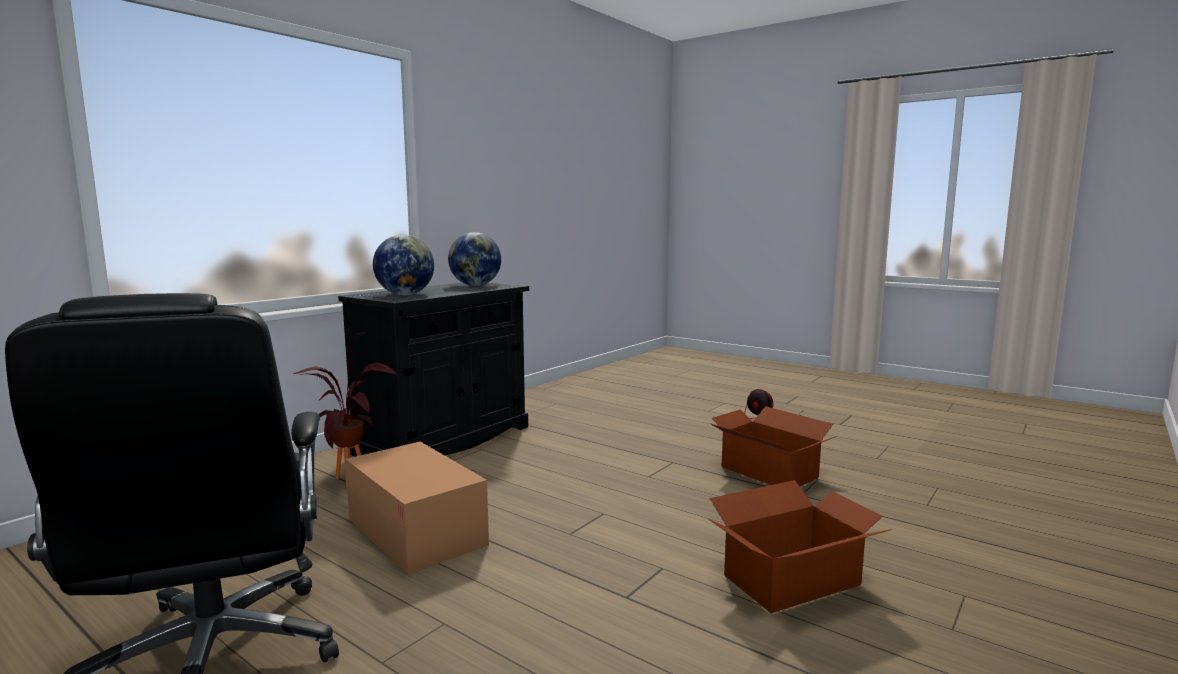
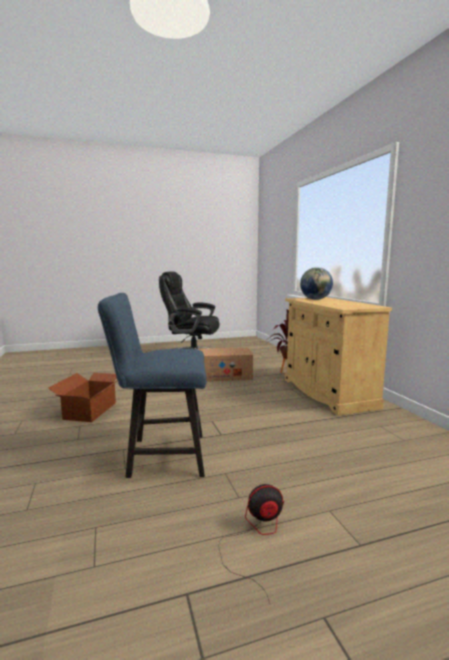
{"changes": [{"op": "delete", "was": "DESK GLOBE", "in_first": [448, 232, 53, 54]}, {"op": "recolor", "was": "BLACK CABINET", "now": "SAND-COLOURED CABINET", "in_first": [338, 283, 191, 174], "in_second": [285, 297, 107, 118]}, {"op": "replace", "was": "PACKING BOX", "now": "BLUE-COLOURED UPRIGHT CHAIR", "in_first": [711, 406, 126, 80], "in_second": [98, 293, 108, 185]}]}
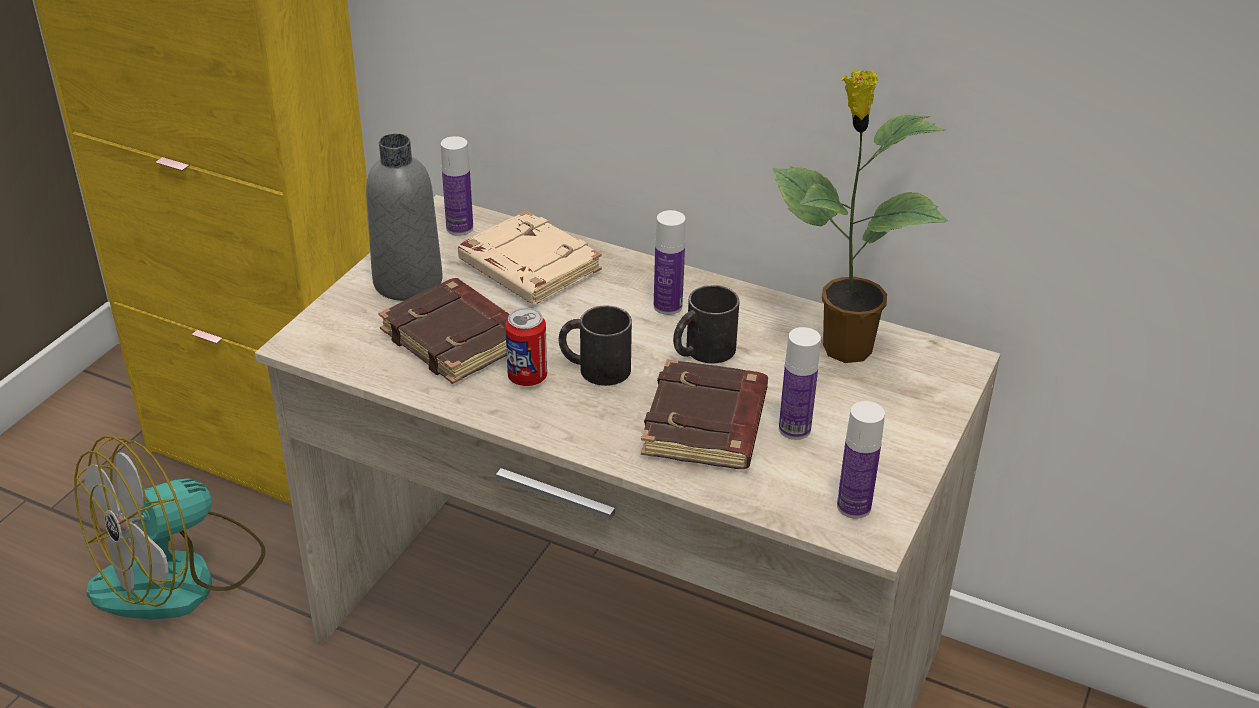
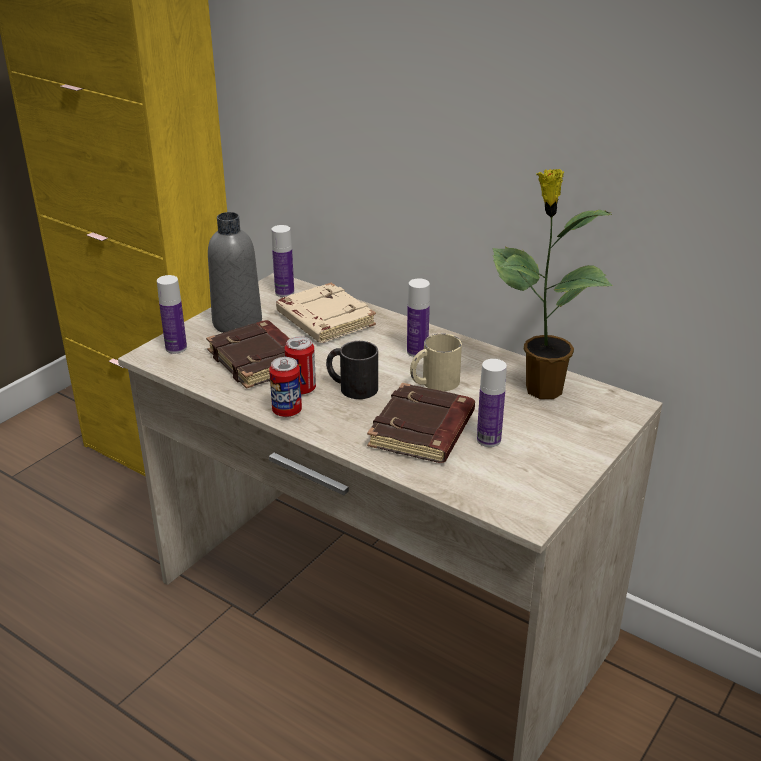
{"changes": [{"op": "recolor", "was": "BLACK COFFEE MUG", "now": "SAND-COLOURED COFFEE MUG", "in_first": [673, 285, 66, 79], "in_second": [410, 333, 52, 58]}, {"op": "move", "was": "DRINK BOTTLE", "in_first": [837, 401, 48, 118], "in_second": [157, 275, 30, 79]}, {"op": "delete", "was": "COOLING FAN", "in_first": [74, 436, 192, 184]}, {"op": "insert", "now": "METAL CAN", "in_second": [269, 357, 33, 60]}]}
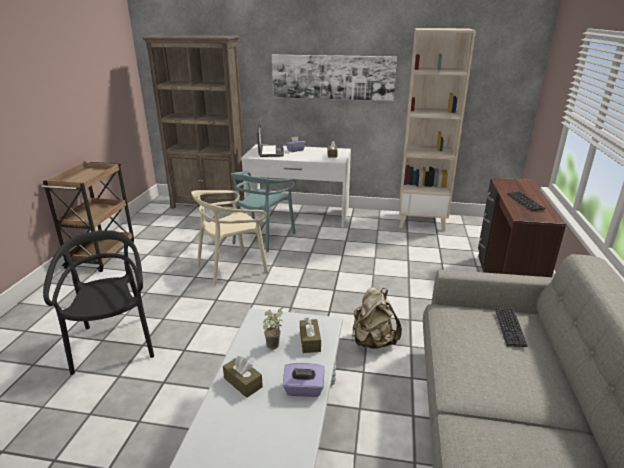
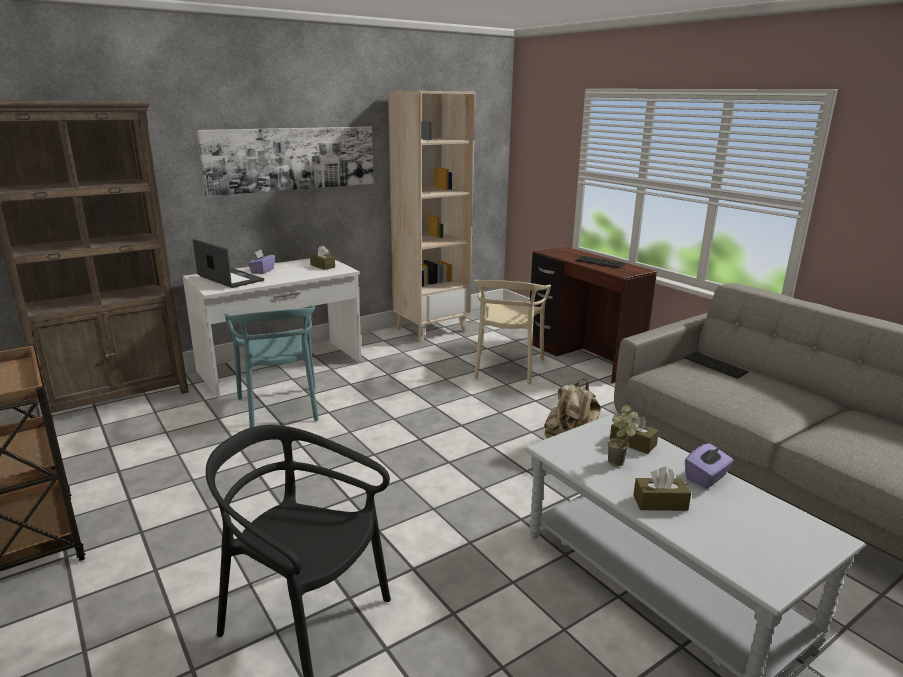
{"changes": [{"op": "move", "was": "SAND-COLOURED UPRIGHT CHAIR", "in_first": [191, 190, 77, 96], "in_second": [474, 280, 77, 104]}]}
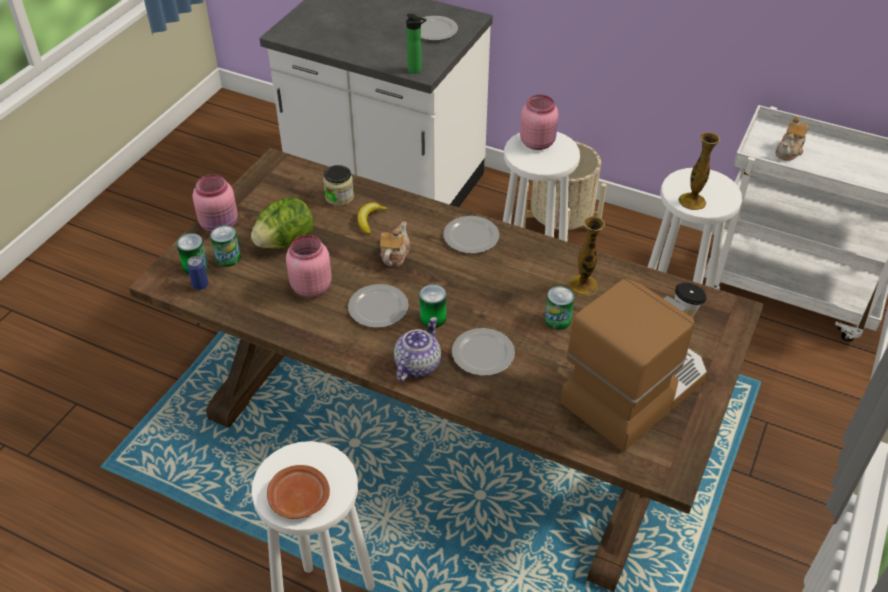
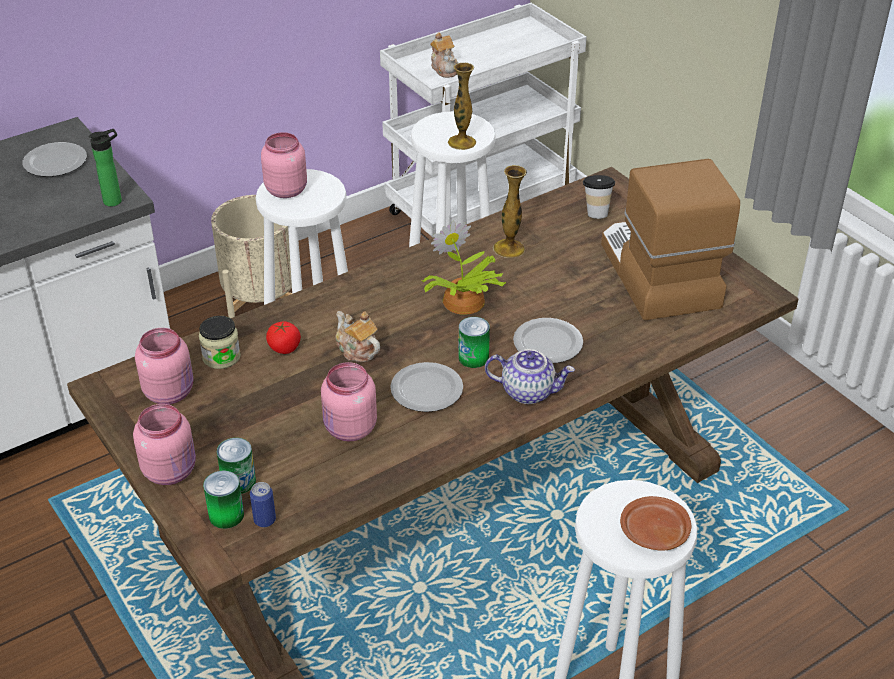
{"changes": [{"op": "delete", "was": "LETTUCE HEAD", "in_first": [251, 197, 63, 52]}, {"op": "replace", "was": "BANANA FRUIT", "now": "WHOLE TOMATO", "in_first": [357, 202, 32, 33], "in_second": [266, 321, 35, 33]}, {"op": "delete", "was": "PLATE", "in_first": [443, 216, 56, 38]}, {"op": "delete", "was": "METAL CAN", "in_first": [545, 286, 29, 44]}, {"op": "rotate", "was": "TEA POT", "in_first": [394, 317, 47, 65], "in_second": [485, 349, 90, 55], "clockwise": 135}, {"op": "insert", "now": "PLANT IN A POT", "in_second": [421, 221, 85, 94]}, {"op": "insert", "now": "PINK STORAGE JAR", "in_second": [135, 328, 58, 76]}]}
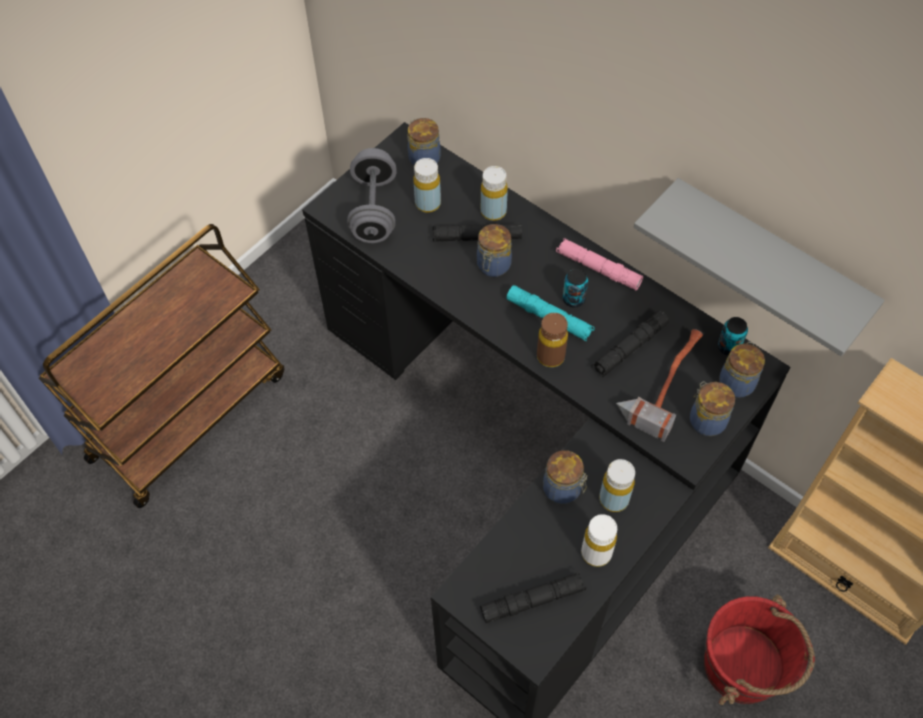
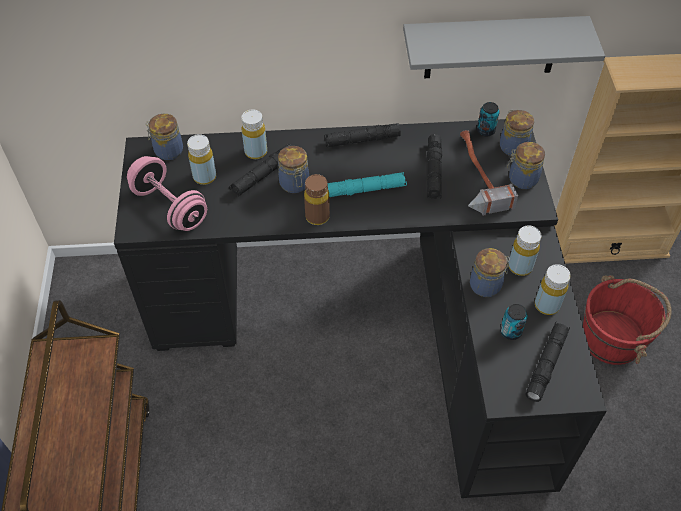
{"changes": [{"op": "recolor", "was": "GREY HAND WEIGHT", "now": "PINK HAND WEIGHT", "in_first": [347, 148, 50, 95], "in_second": [127, 156, 80, 75]}, {"op": "recolor", "was": "PINK FLASHLIGHT", "now": "BLACK FLASHLIGHT", "in_first": [556, 238, 87, 52], "in_second": [324, 123, 77, 24]}, {"op": "move", "was": "METAL CAN", "in_first": [563, 269, 25, 38], "in_second": [500, 304, 28, 36]}, {"op": "move", "was": "BROWNISH DRINK BOTTLE", "in_first": [537, 313, 31, 54], "in_second": [304, 174, 26, 51]}, {"op": "recolor", "was": "WHITISH DRINK BOTTLE", "now": "YELLOW-COLOURED DRINK BOTTLE", "in_first": [581, 514, 36, 53], "in_second": [535, 264, 36, 51]}]}
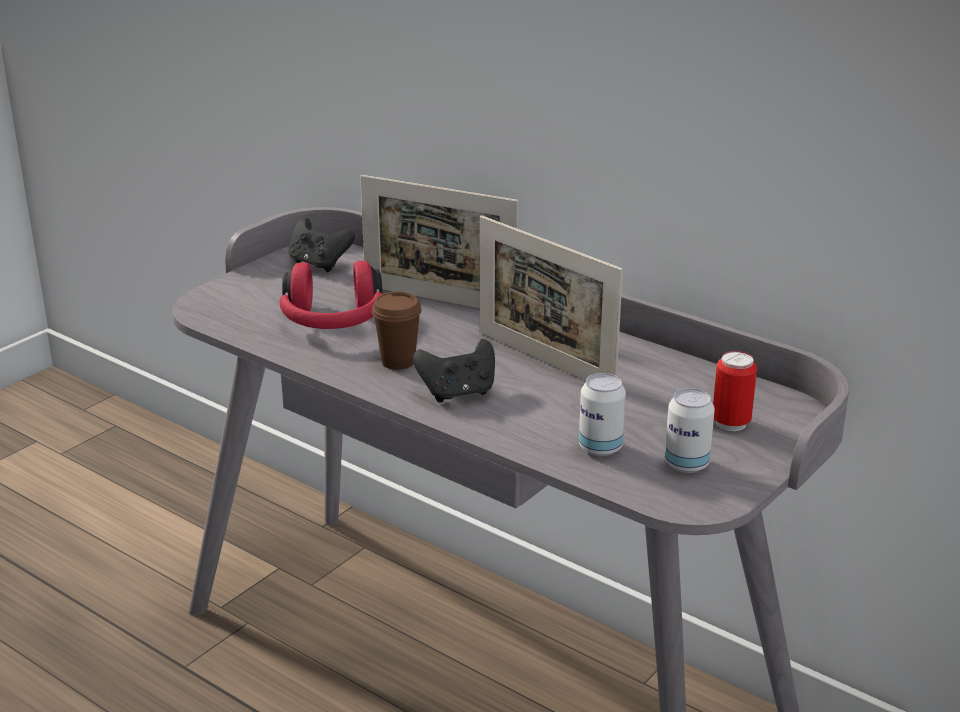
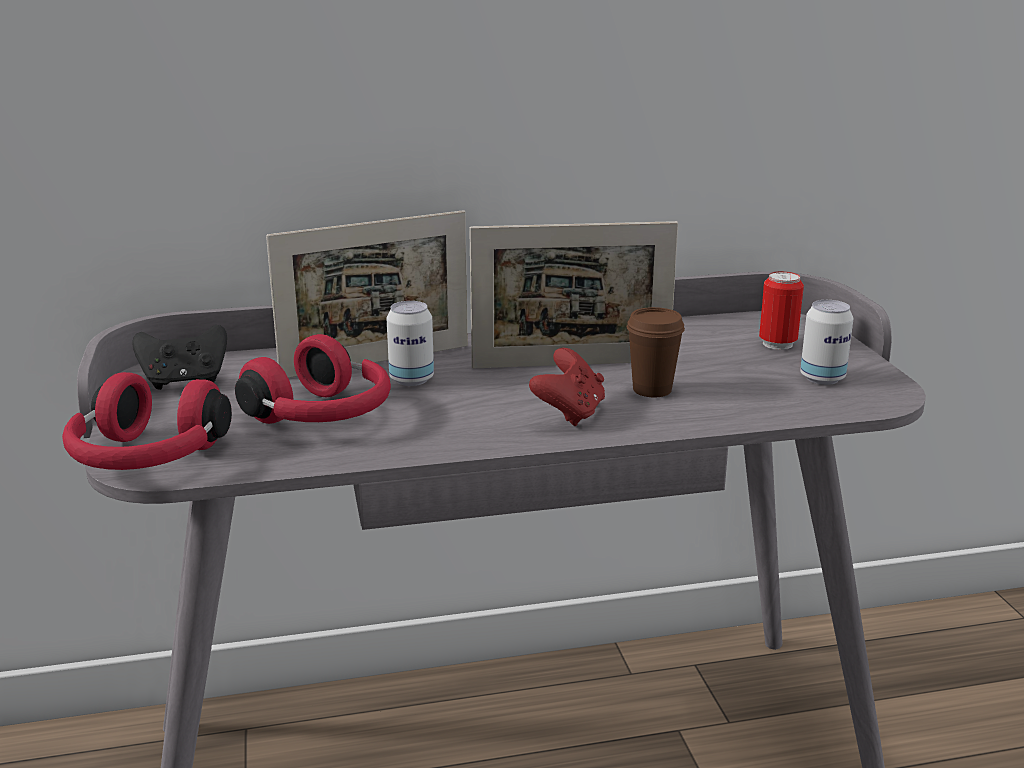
{"changes": [{"op": "move", "was": "BROWNISH SMALL CUP", "in_first": [372, 292, 50, 78], "in_second": [627, 307, 58, 90]}, {"op": "recolor", "was": "BLACK GAMEPAD", "now": "RED GAMEPAD", "in_first": [413, 339, 82, 64], "in_second": [529, 348, 76, 78]}, {"op": "move", "was": "METAL CAN", "in_first": [579, 373, 47, 83], "in_second": [387, 301, 47, 85]}, {"op": "insert", "now": "RED PAIR OF HEADPHONES", "in_second": [62, 372, 170, 98]}]}
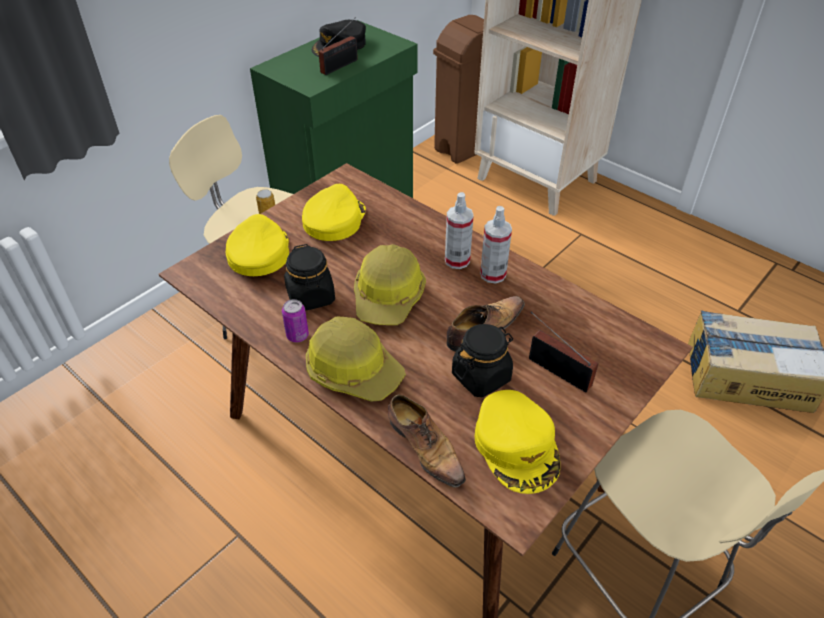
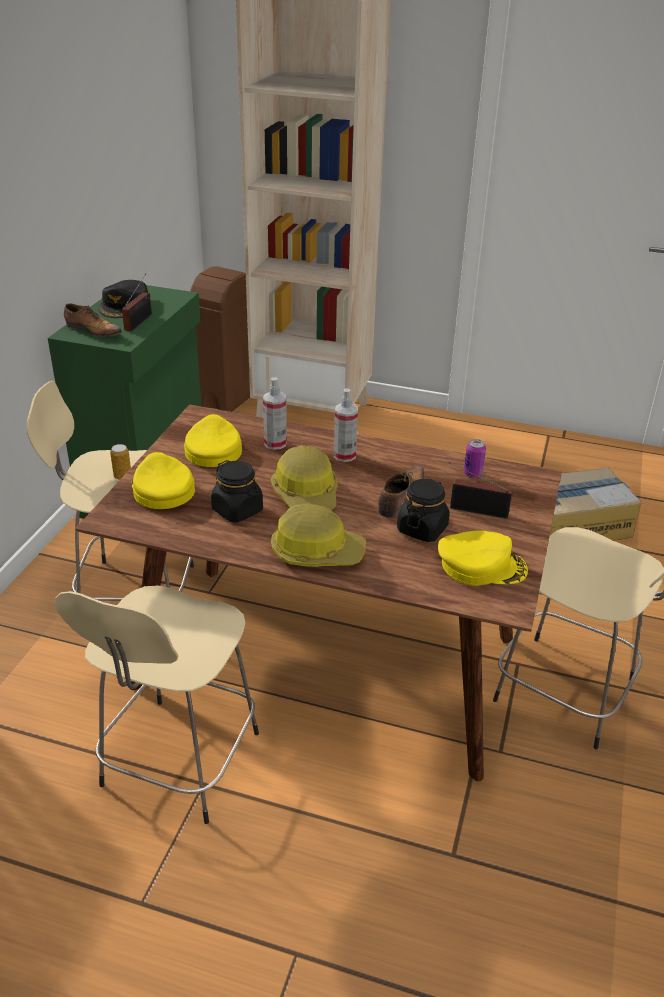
{"changes": [{"op": "move", "was": "SPRAY BOTTLE", "in_first": [480, 206, 32, 78], "in_second": [263, 377, 24, 73]}, {"op": "move", "was": "METAL CAN", "in_first": [282, 299, 27, 43], "in_second": [464, 439, 22, 39]}, {"op": "rotate", "was": "YELLOW-COLOURED BASEBALL CAP", "in_first": [475, 390, 85, 104], "in_second": [438, 530, 90, 56], "clockwise": -45}, {"op": "move", "was": "ITEM OF FOOTWEAR", "in_first": [388, 395, 78, 92], "in_second": [64, 303, 58, 34]}, {"op": "insert", "now": "SAND-COLOURED STOOL SEAT", "in_second": [55, 585, 204, 239]}]}
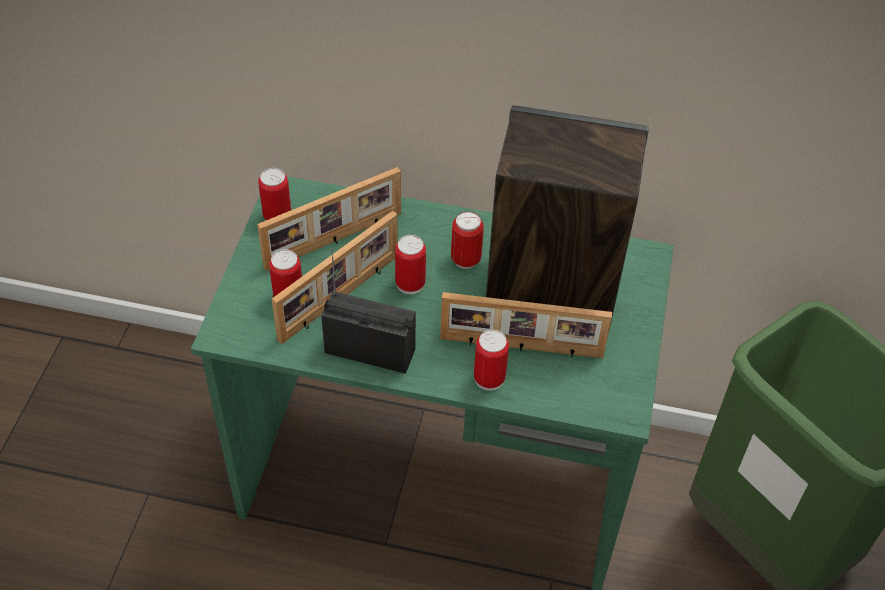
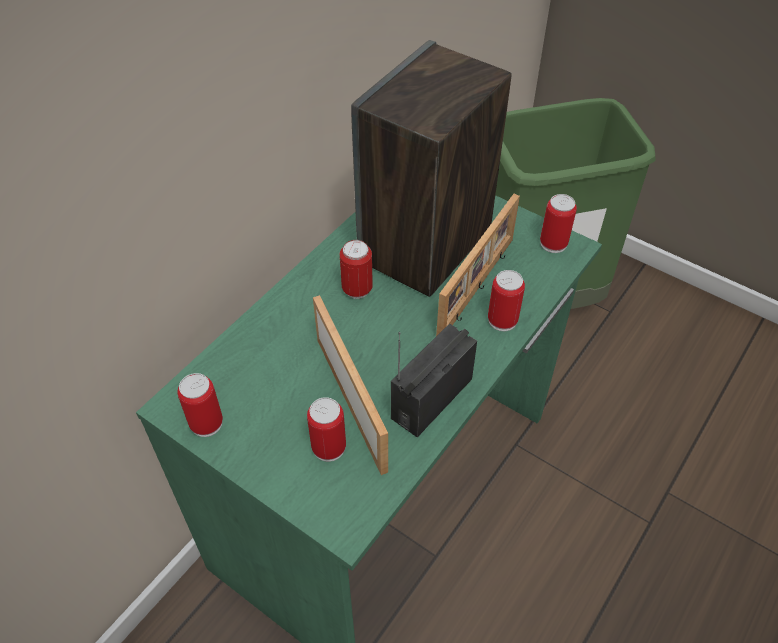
{"changes": [{"op": "delete", "was": "PICTURE FRAME", "in_first": [257, 167, 144, 104]}, {"op": "move", "was": "METAL CAN", "in_first": [395, 235, 31, 59], "in_second": [540, 194, 37, 59]}]}
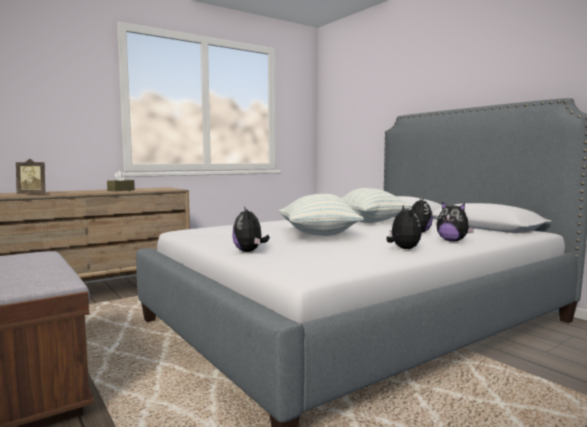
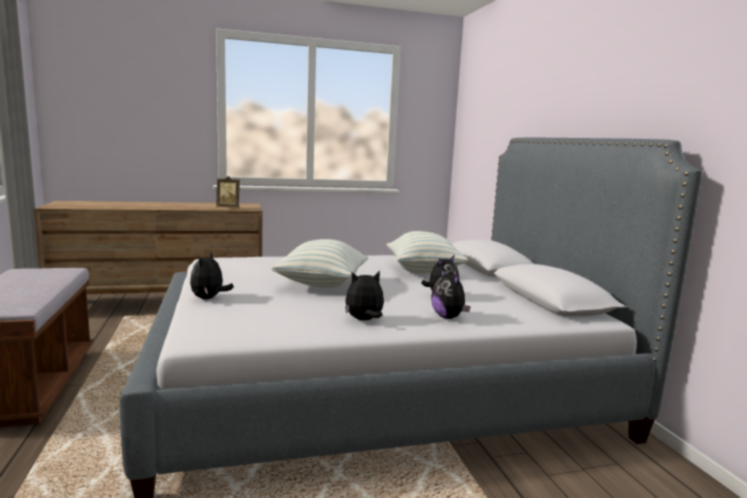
{"changes": [{"op": "move", "was": "PICTURE FRAME", "in_first": [16, 159, 29, 35], "in_second": [216, 176, 24, 32]}, {"op": "delete", "was": "BROWNISH TISSUE HOLDER", "in_first": [107, 171, 28, 20]}, {"op": "rotate", "was": "CUDDLY TOY", "in_first": [386, 205, 36, 44], "in_second": [345, 271, 39, 49], "clockwise": -120}]}
